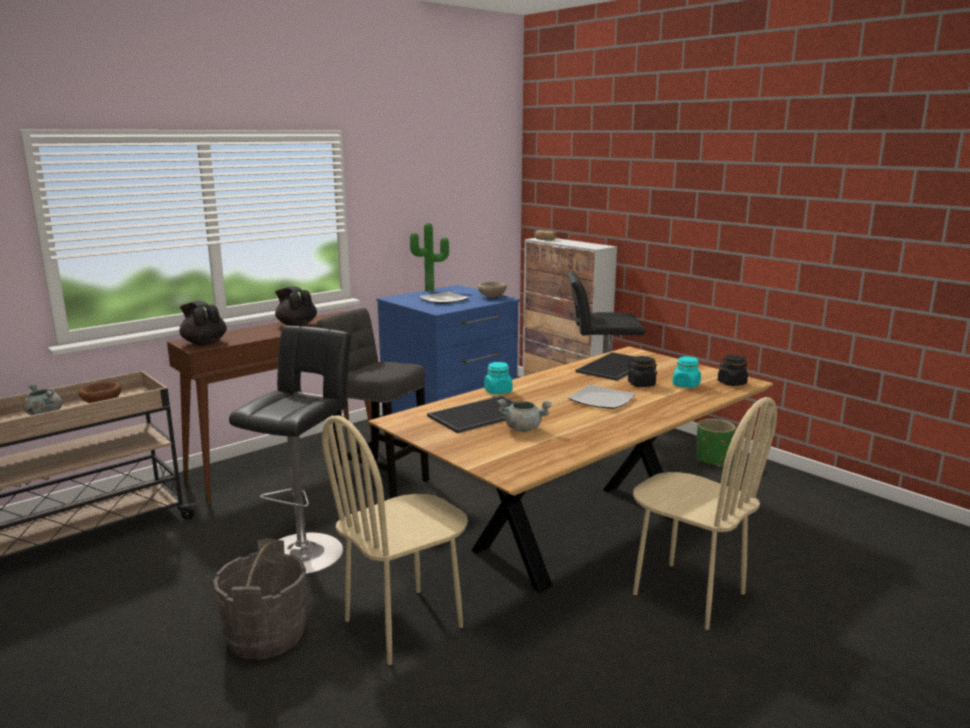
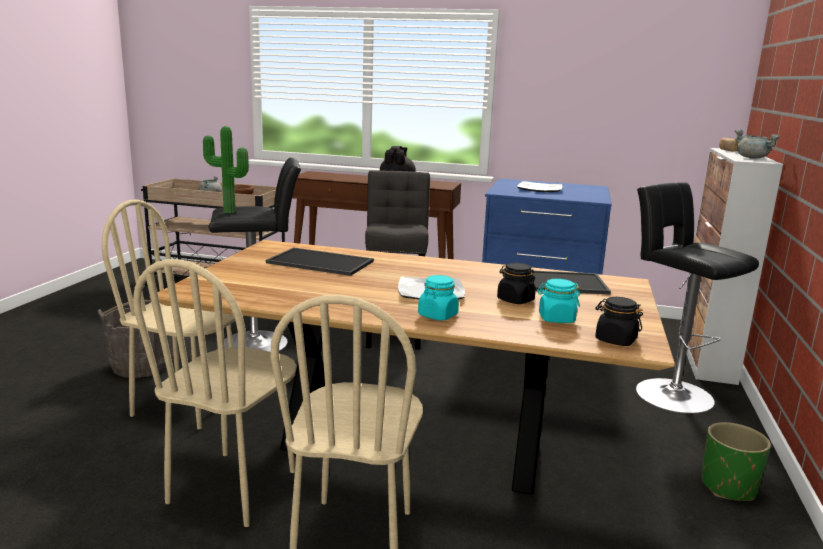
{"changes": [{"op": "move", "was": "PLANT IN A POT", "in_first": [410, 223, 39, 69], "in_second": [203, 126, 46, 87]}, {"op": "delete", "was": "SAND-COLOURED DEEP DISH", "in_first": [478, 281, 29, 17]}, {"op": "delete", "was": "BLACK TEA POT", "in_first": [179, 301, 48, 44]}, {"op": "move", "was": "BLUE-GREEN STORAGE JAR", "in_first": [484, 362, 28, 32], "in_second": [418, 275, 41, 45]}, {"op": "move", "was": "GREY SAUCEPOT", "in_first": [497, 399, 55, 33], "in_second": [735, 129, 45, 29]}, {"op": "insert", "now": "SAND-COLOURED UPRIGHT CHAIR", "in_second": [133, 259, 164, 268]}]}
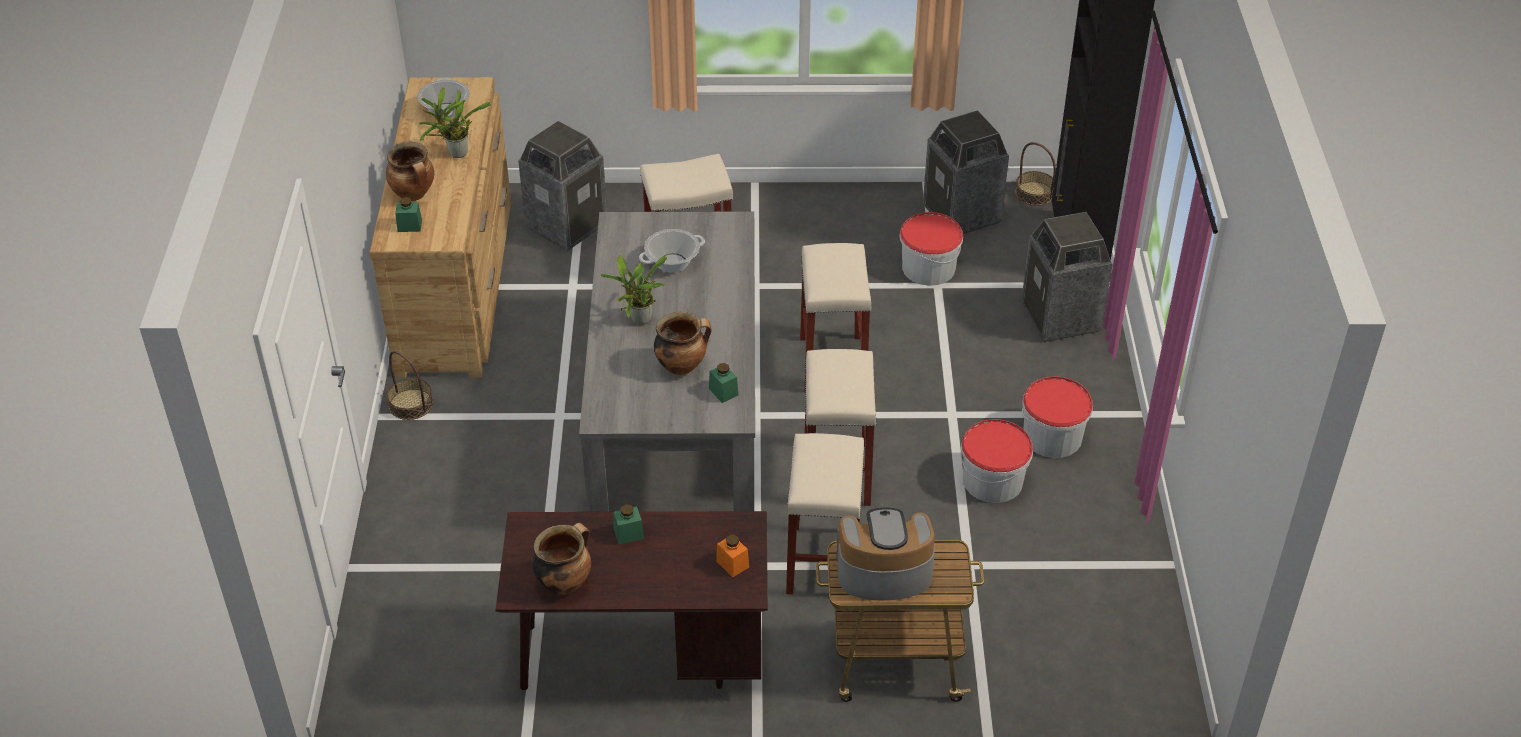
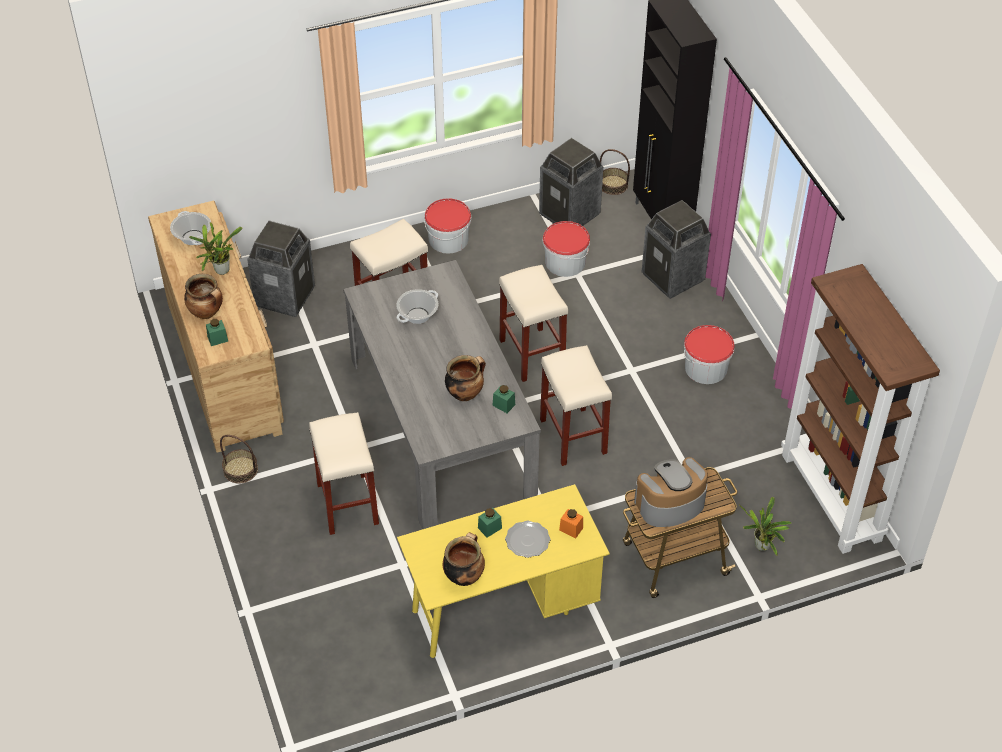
{"changes": [{"op": "move", "was": "PLANT IN A POT", "in_first": [601, 255, 66, 70], "in_second": [739, 497, 53, 59]}, {"op": "move", "was": "BUCKET", "in_first": [961, 419, 72, 84], "in_second": [424, 198, 48, 56]}, {"op": "move", "was": "SAND-COLOURED STOOL SEAT", "in_first": [786, 433, 79, 161], "in_second": [309, 412, 70, 123]}, {"op": "recolor", "was": "BROWNISH DESK", "now": "YELLOW-COLOURED DESK", "in_first": [495, 511, 273, 179], "in_second": [397, 484, 213, 174]}, {"op": "insert", "now": "BROWNISH BOOKSHELF", "in_second": [781, 264, 159, 290]}, {"op": "insert", "now": "PLATE", "in_second": [505, 521, 45, 37]}]}
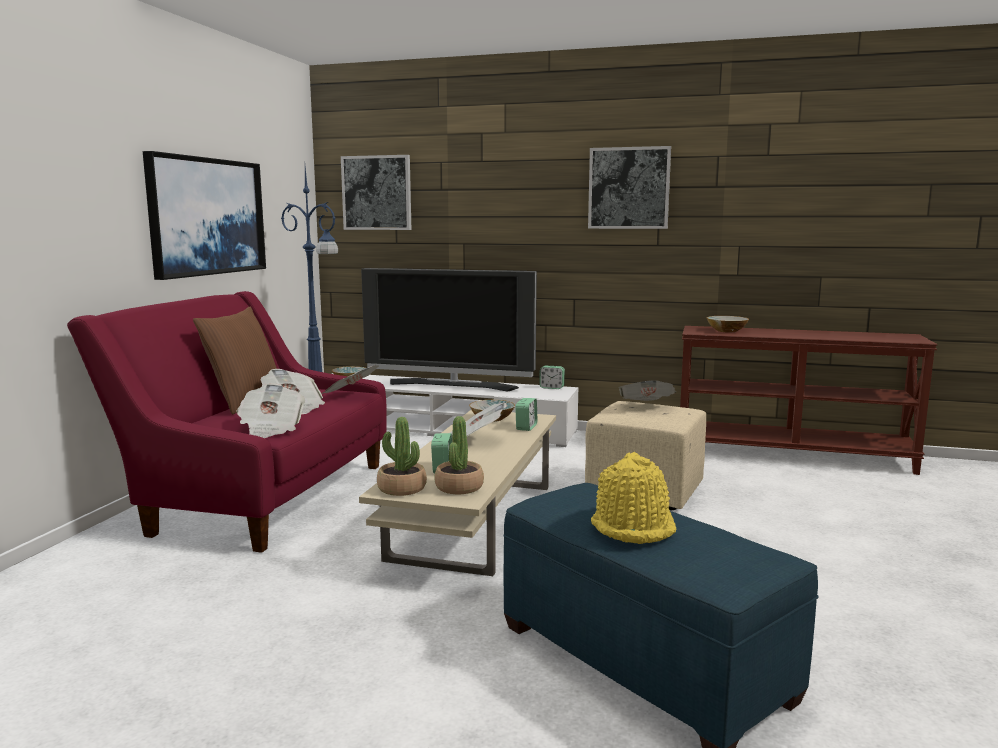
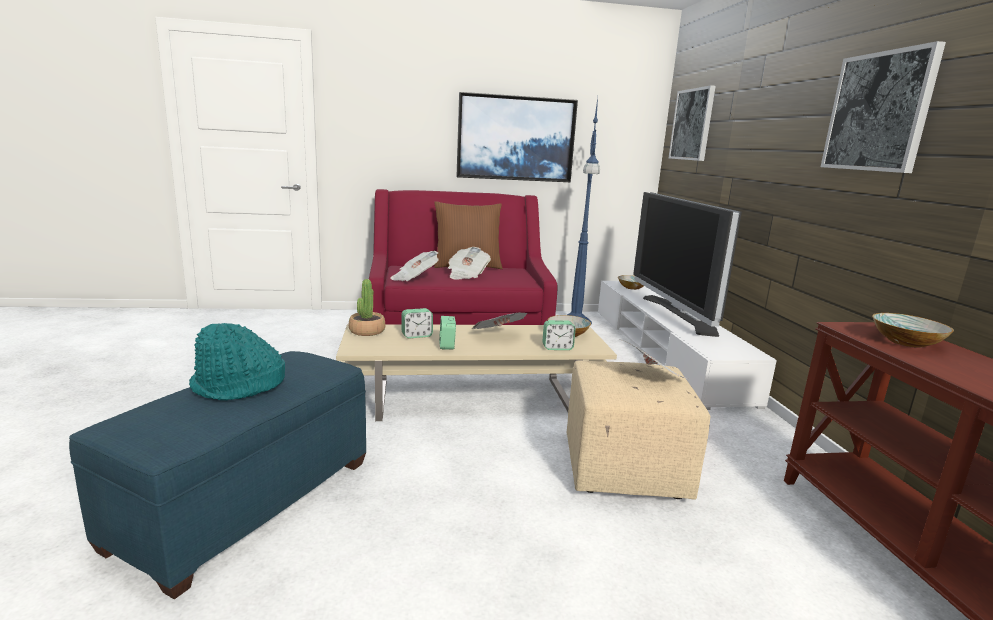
{"changes": [{"op": "delete", "was": "DAILY PAPER", "in_first": [321, 365, 58, 29]}, {"op": "move", "was": "TABLE CLOCK", "in_first": [539, 366, 26, 23], "in_second": [439, 316, 17, 33]}, {"op": "delete", "was": "PLANT IN A POT", "in_first": [434, 416, 50, 78]}, {"op": "recolor", "was": "YELLOW-COLOURED WEARABLE HAT", "now": "BLUE-GREEN WEARABLE HAT", "in_first": [591, 452, 86, 92], "in_second": [189, 323, 96, 77]}]}
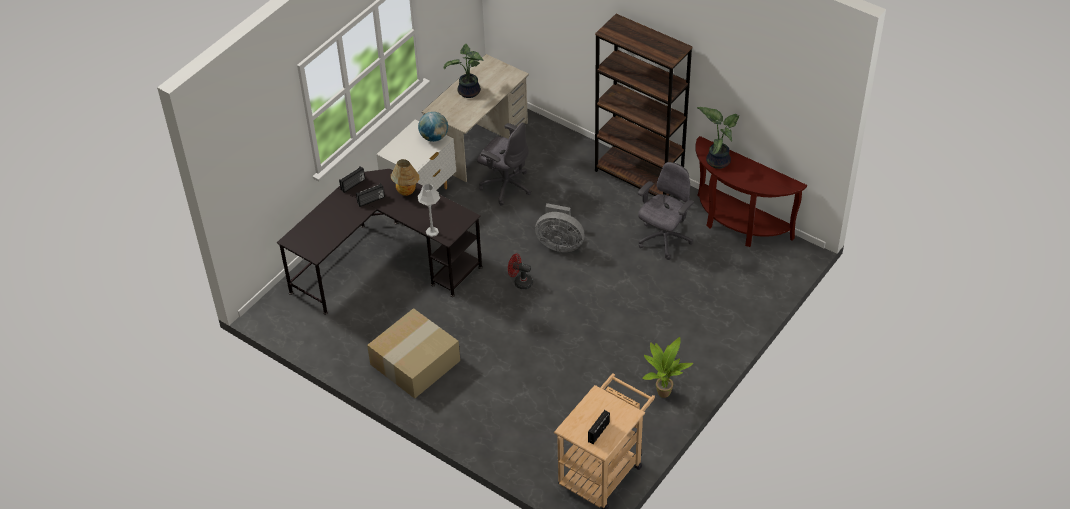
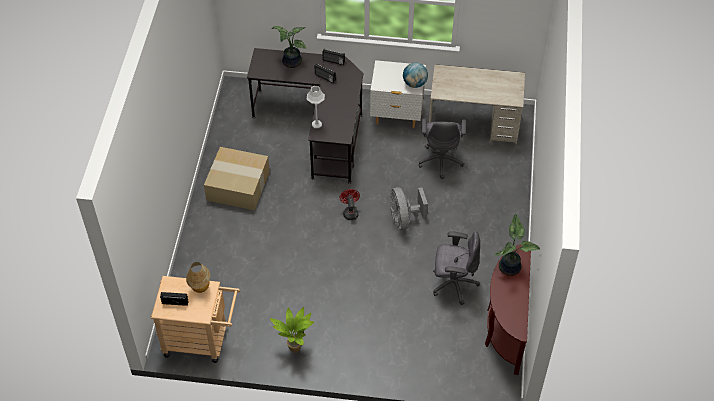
{"changes": [{"op": "delete", "was": "BROWNISH BOOKSHELF", "in_first": [595, 14, 98, 182]}, {"op": "move", "was": "PLANT IN A POT", "in_first": [443, 44, 41, 54], "in_second": [272, 26, 34, 42]}, {"op": "move", "was": "LAMP FOR A TABLE", "in_first": [391, 159, 28, 37], "in_second": [186, 262, 24, 31]}]}
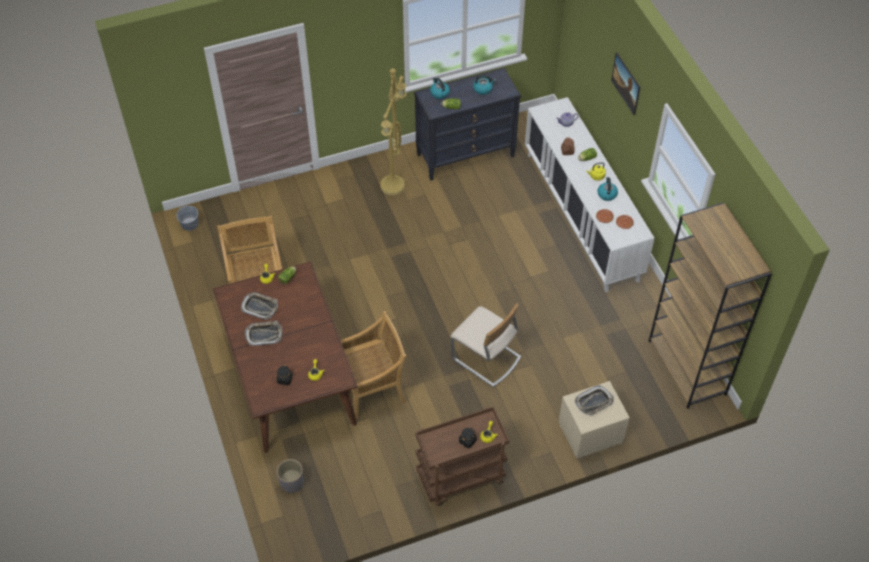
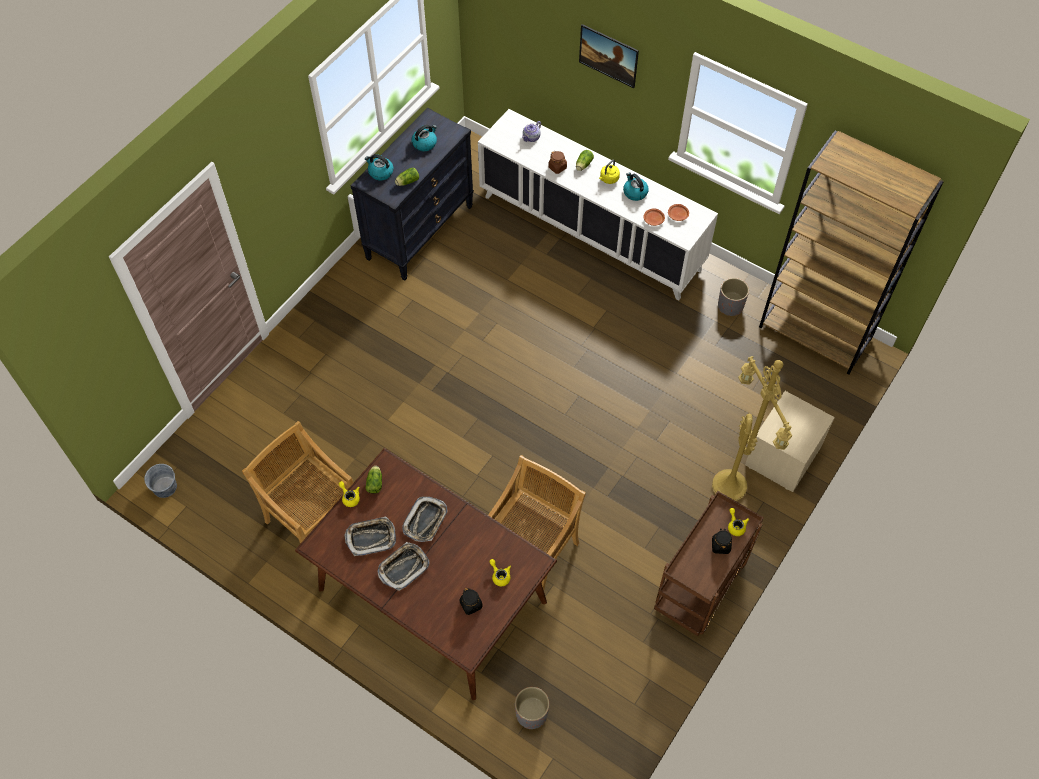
{"changes": [{"op": "move", "was": "YELLOW-COLOURED STANDING LAMP", "in_first": [380, 68, 27, 127], "in_second": [712, 356, 80, 145]}, {"op": "delete", "was": "SAND-COLOURED UPRIGHT CHAIR", "in_first": [451, 303, 70, 84]}, {"op": "move", "was": "CARRYING TRAY", "in_first": [575, 385, 39, 31], "in_second": [402, 497, 45, 45]}, {"op": "insert", "now": "GREY PLANTER", "in_second": [718, 278, 31, 38]}]}
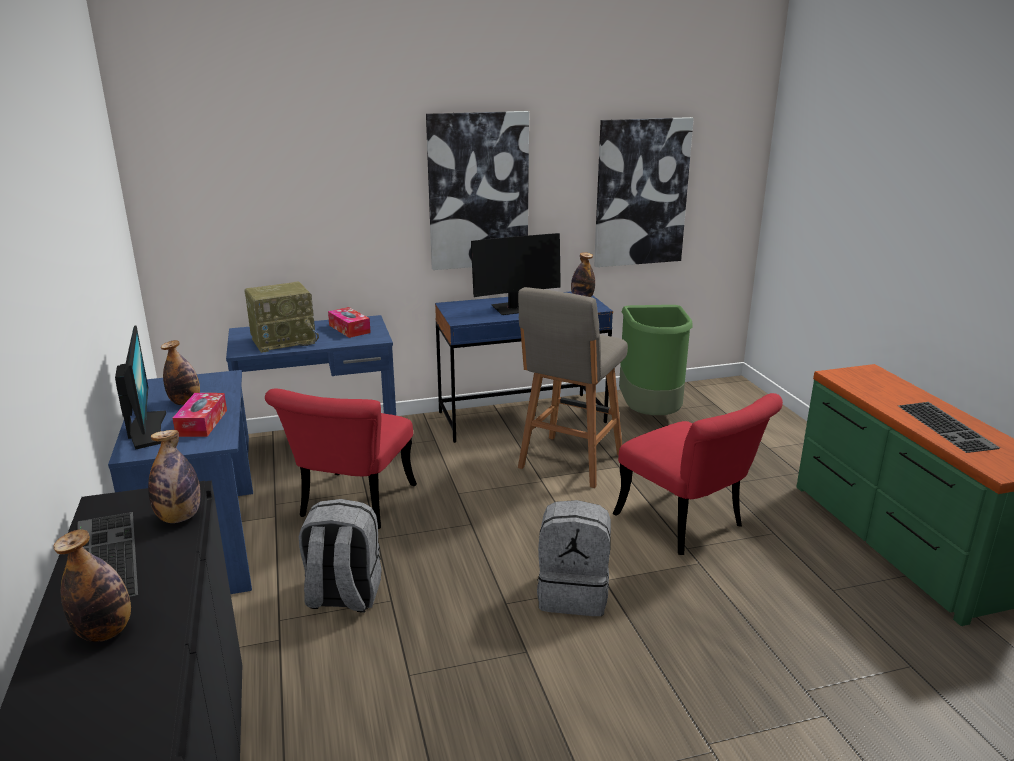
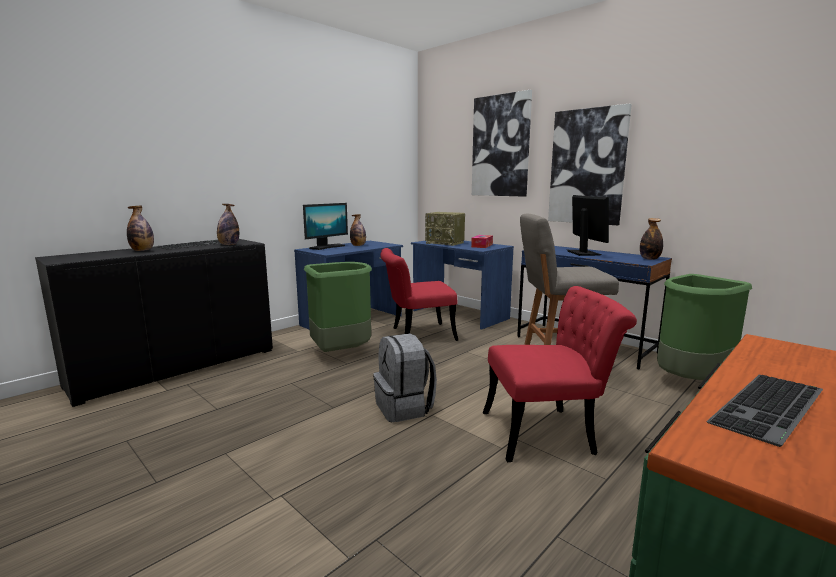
{"changes": [{"op": "move", "was": "PICTURE", "in_first": [594, 117, 100, 150], "in_second": [472, 90, 60, 107]}, {"op": "rotate", "was": "COMPUTER SCREEN", "in_first": [471, 233, 90, 82], "in_second": [568, 195, 41, 61], "clockwise": -135}, {"op": "delete", "was": "TISSUE HOLDER", "in_first": [172, 393, 55, 44]}, {"op": "rotate", "was": "RED UPRIGHT CHAIR", "in_first": [613, 393, 170, 162], "in_second": [483, 286, 154, 176], "clockwise": -120}, {"op": "replace", "was": "GREY KNAPSACK", "now": "GREEN-COLOURED RUBBISH BIN", "in_first": [299, 499, 83, 114], "in_second": [304, 262, 68, 90]}]}
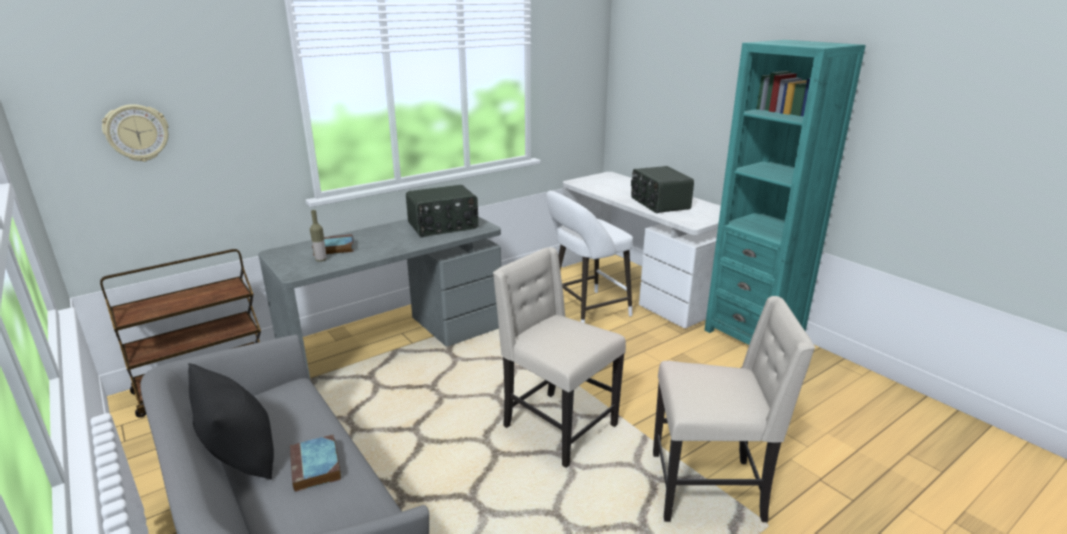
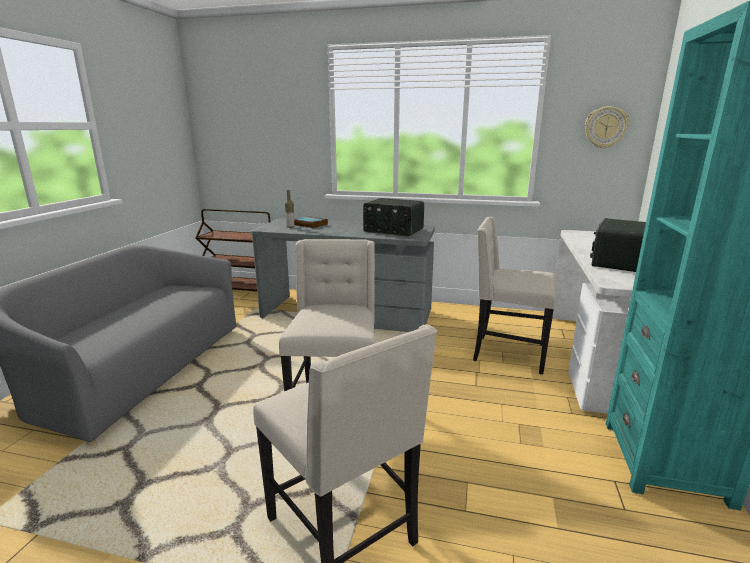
{"changes": [{"op": "move", "was": "WALL CLOCK", "in_first": [102, 104, 67, 58], "in_second": [585, 106, 44, 43]}, {"op": "replace", "was": "WHITISH STOOL SEAT", "now": "SAND-COLOURED UPRIGHT CHAIR", "in_first": [546, 191, 87, 132], "in_second": [473, 217, 83, 157]}, {"op": "delete", "was": "BLACK PILLOW", "in_first": [188, 363, 86, 117]}, {"op": "delete", "was": "VOLUME", "in_first": [290, 435, 51, 57]}]}
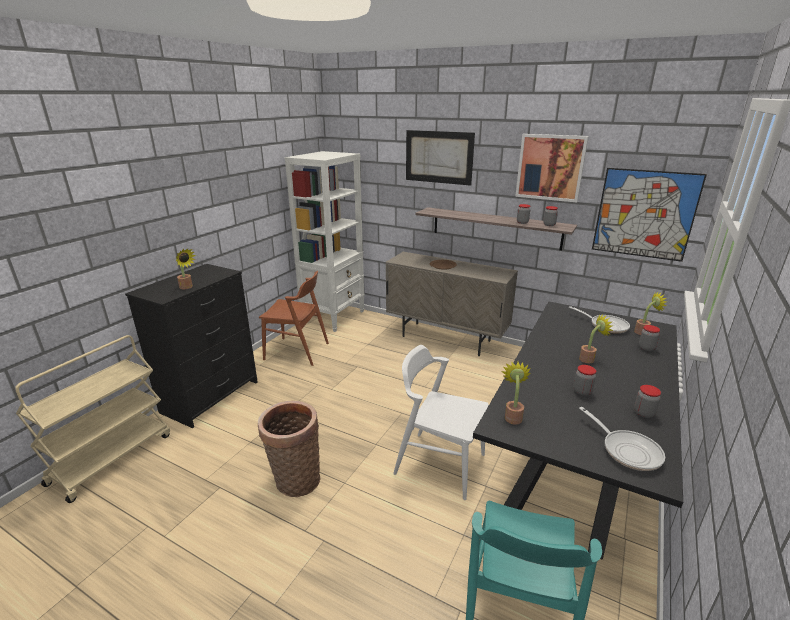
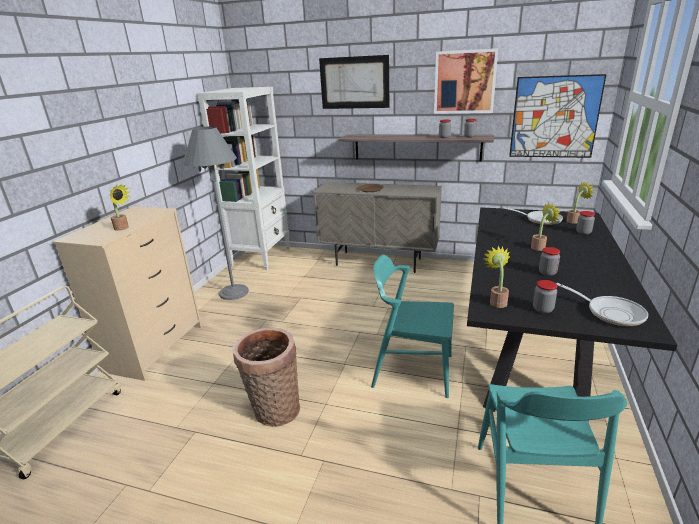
{"changes": [{"op": "recolor", "was": "BLACK CHEST OF DRAWERS", "now": "SAND-COLOURED CHEST OF DRAWERS", "in_first": [125, 264, 133, 164], "in_second": [53, 206, 149, 175]}, {"op": "replace", "was": "BROWNISH UPRIGHT CHAIR", "now": "GREY STANDING LAMP", "in_first": [259, 271, 70, 95], "in_second": [183, 126, 66, 174]}, {"op": "recolor", "was": "WHITISH UPRIGHT CHAIR", "now": "BLUE-GREEN UPRIGHT CHAIR", "in_first": [393, 345, 96, 155], "in_second": [371, 255, 83, 143]}, {"op": "move", "was": "STORAGE JAR", "in_first": [634, 385, 27, 33], "in_second": [533, 280, 24, 33]}]}
